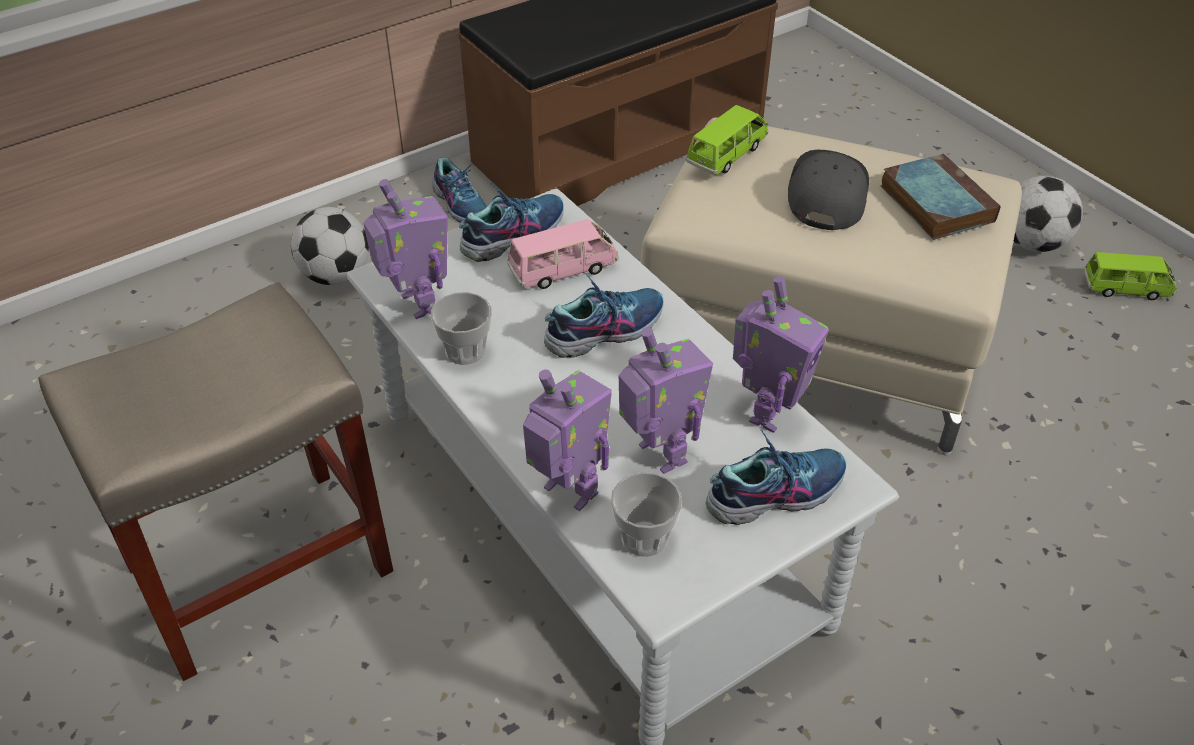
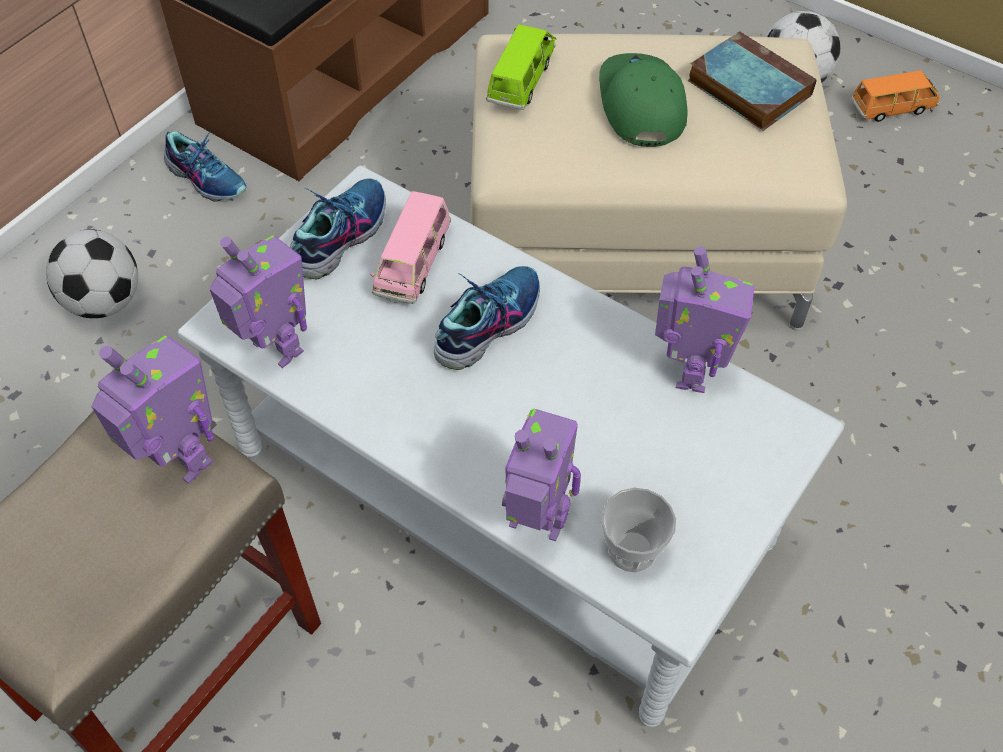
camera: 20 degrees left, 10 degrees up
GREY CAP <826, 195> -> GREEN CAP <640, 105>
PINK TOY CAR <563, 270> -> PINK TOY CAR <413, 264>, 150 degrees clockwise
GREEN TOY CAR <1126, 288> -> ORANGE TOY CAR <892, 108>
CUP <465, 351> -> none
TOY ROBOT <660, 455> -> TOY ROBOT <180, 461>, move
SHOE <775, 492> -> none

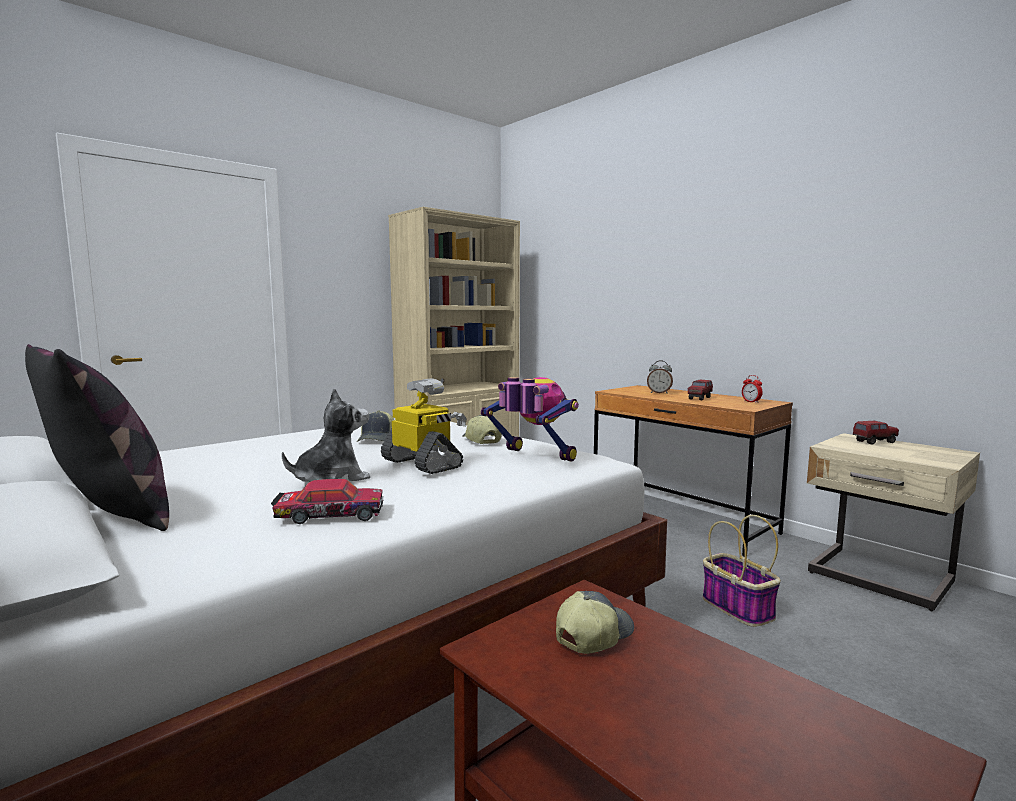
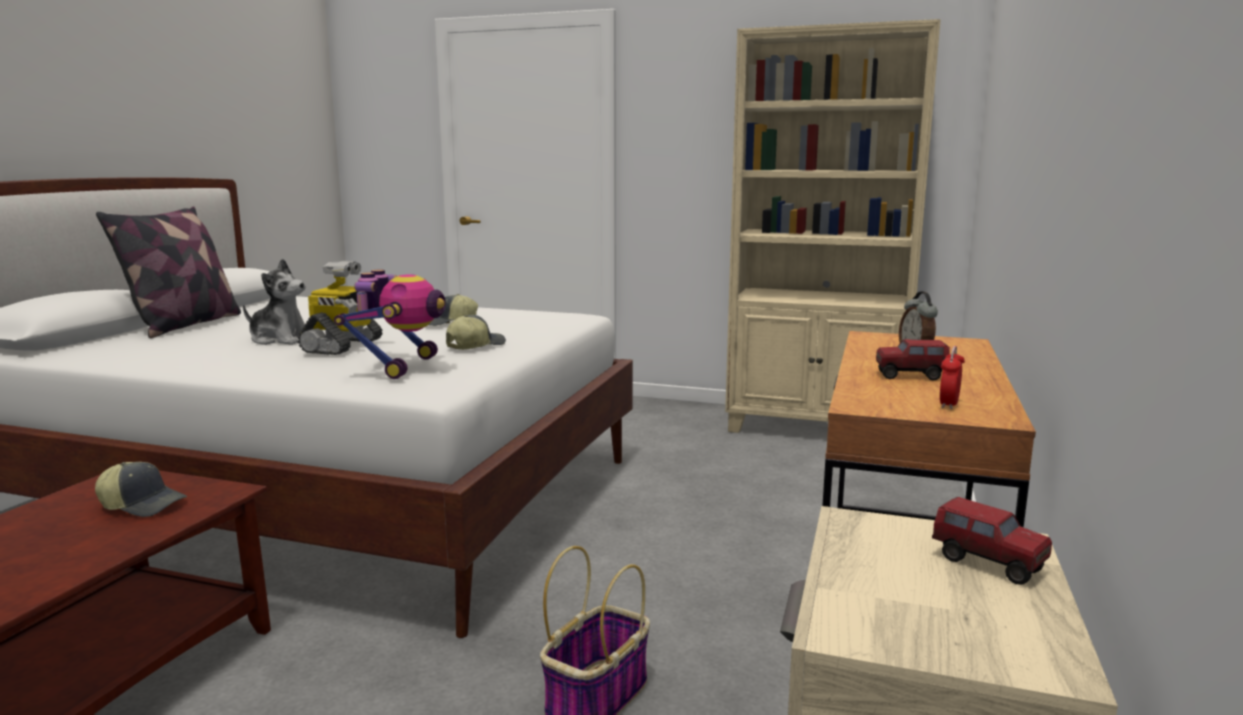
camera: 60 degrees right, 5 degrees up
TOY CAR <330, 515> -> none

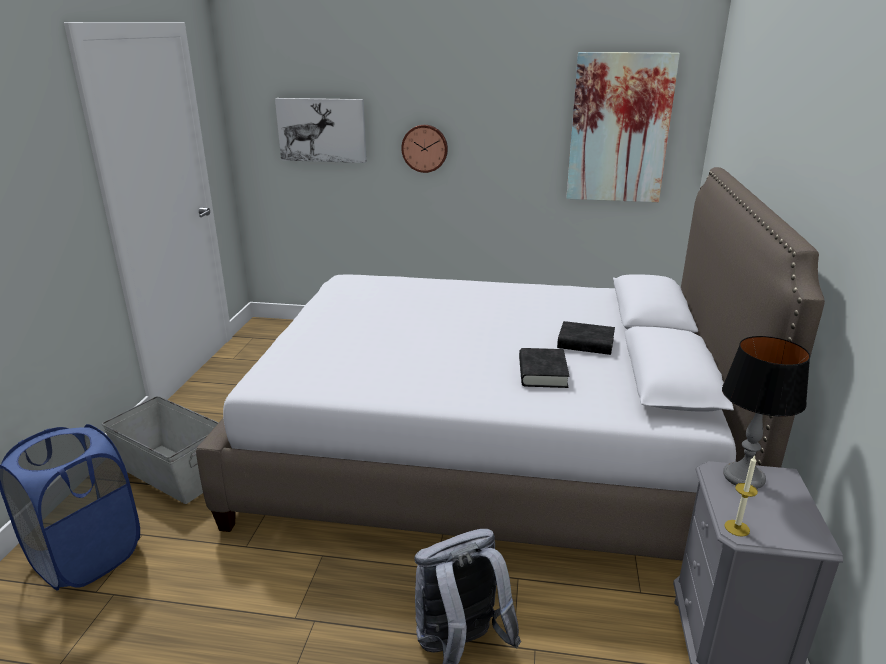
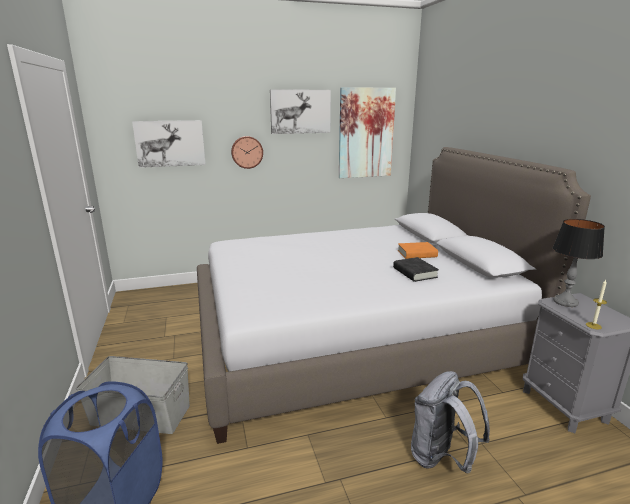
camera: 25 degrees left, 5 degrees down
BLACK BOOK <585, 343> -> ORANGE BOOK <417, 254>
none -> PICTURE <300, 111>

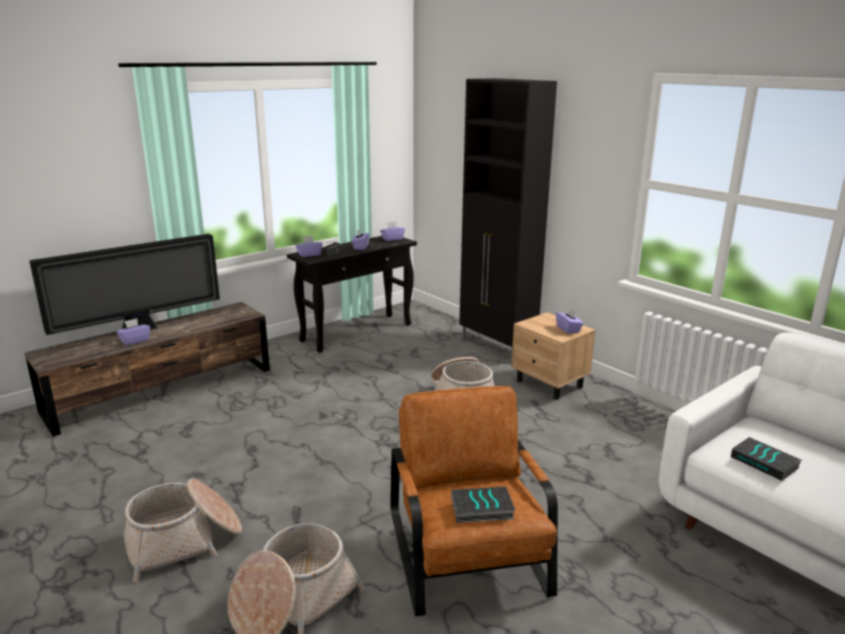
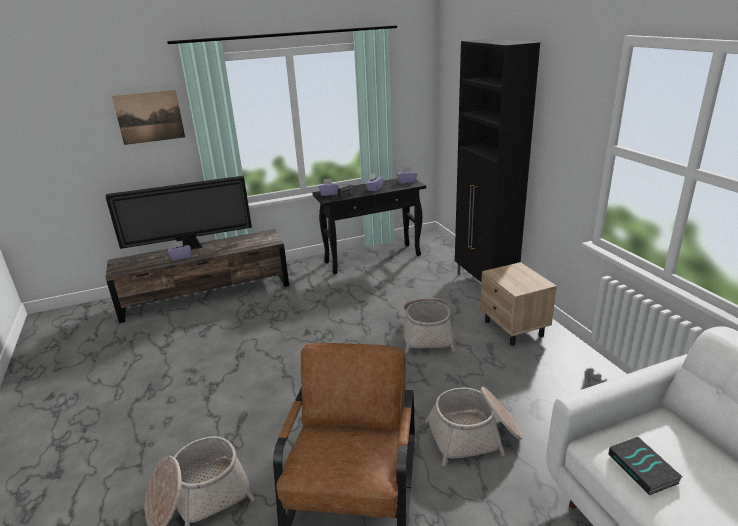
camera: 20 degrees right, 5 degrees up
PURPLE TISSUE BOX <568, 329> -> none
BASKET <184, 541> -> BASKET <474, 436>, move
BOOK <481, 509> -> none
none -> PICTURE <149, 117>

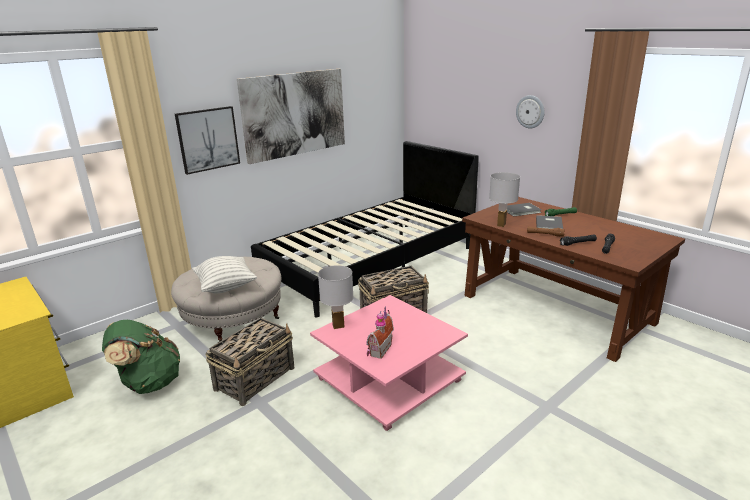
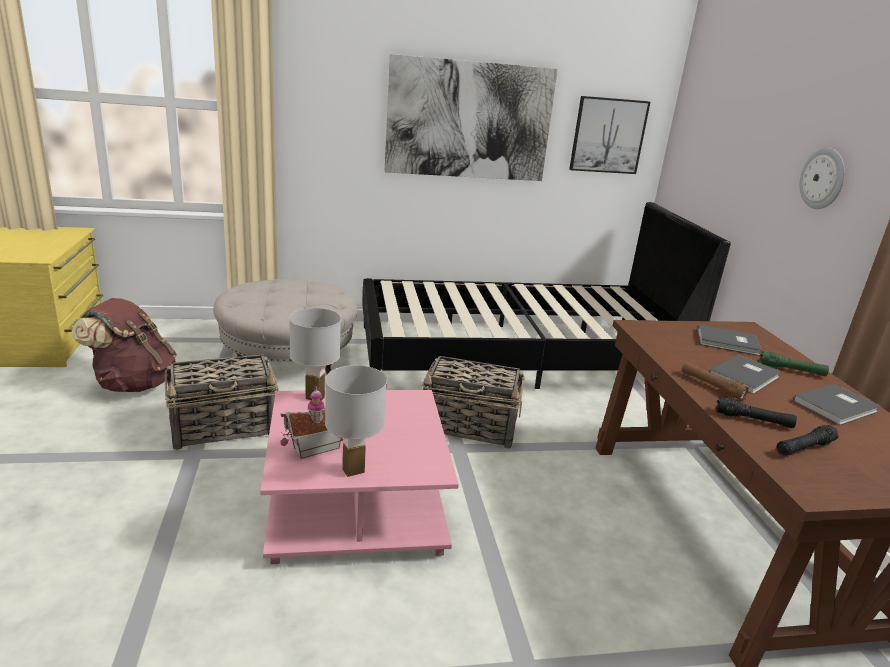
camera: 30 degrees right, 0 degrees up
PICTURE <208, 139> -> PICTURE <608, 135>, move
WHITE TABLE LAMP <501, 225> -> WHITE TABLE LAMP <353, 470>, move
PILLOW <226, 287> -> none
GREEN BACKPACK <149, 383> -> BROWN BACKPACK <133, 384>
none -> GREY BOOK <837, 407>

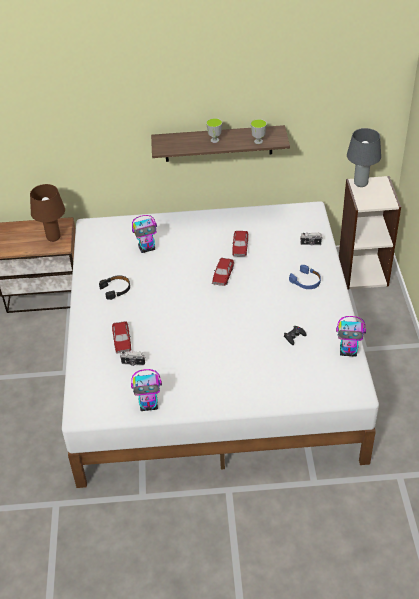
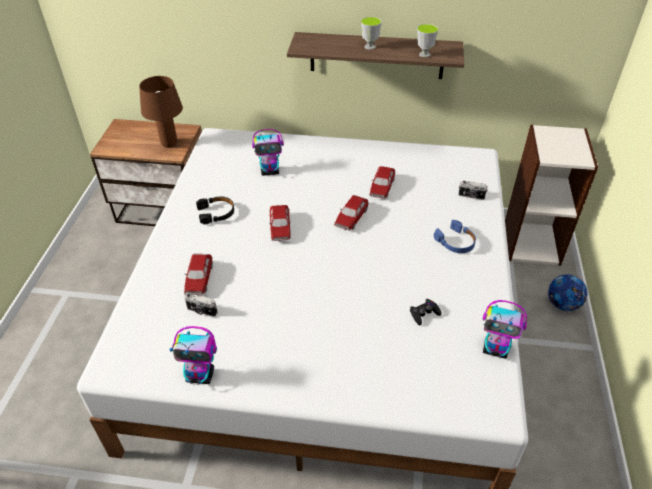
camera: 10 degrees right, 0 degrees up
GREY TABLE LAMP <360, 184> -> none
none -> TOY CAR <280, 228>
none -> FOOTBALL <562, 304>

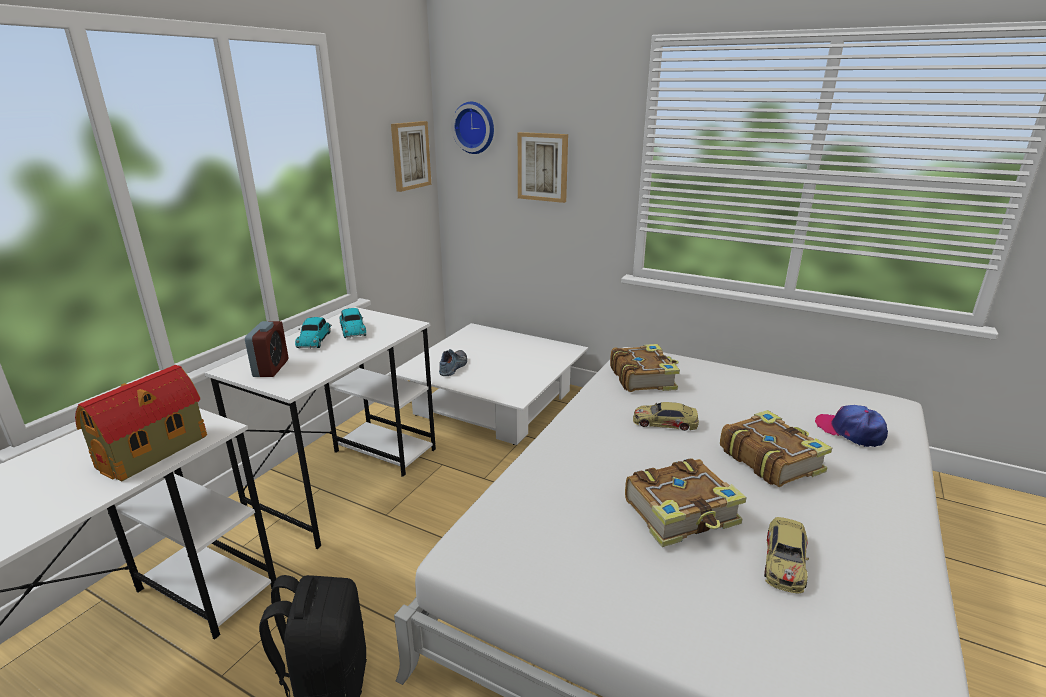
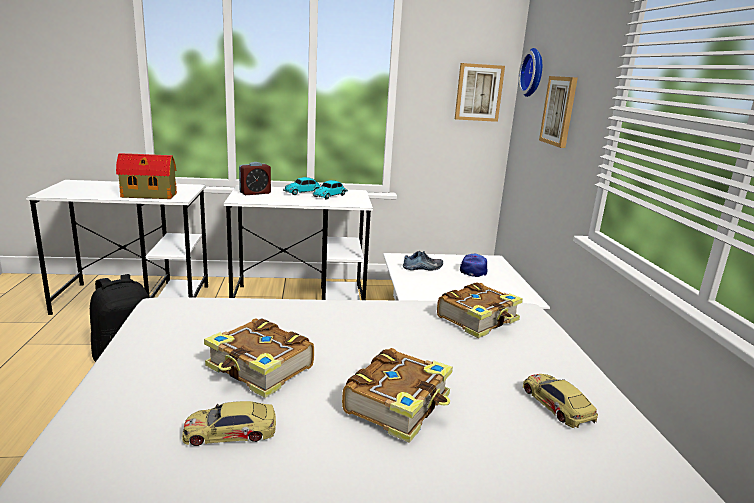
camera: 55 degrees right, 5 degrees down
TOY CAR <664, 422> -> TOY CAR <556, 404>, move
CAP <850, 431> -> CAP <473, 270>, move

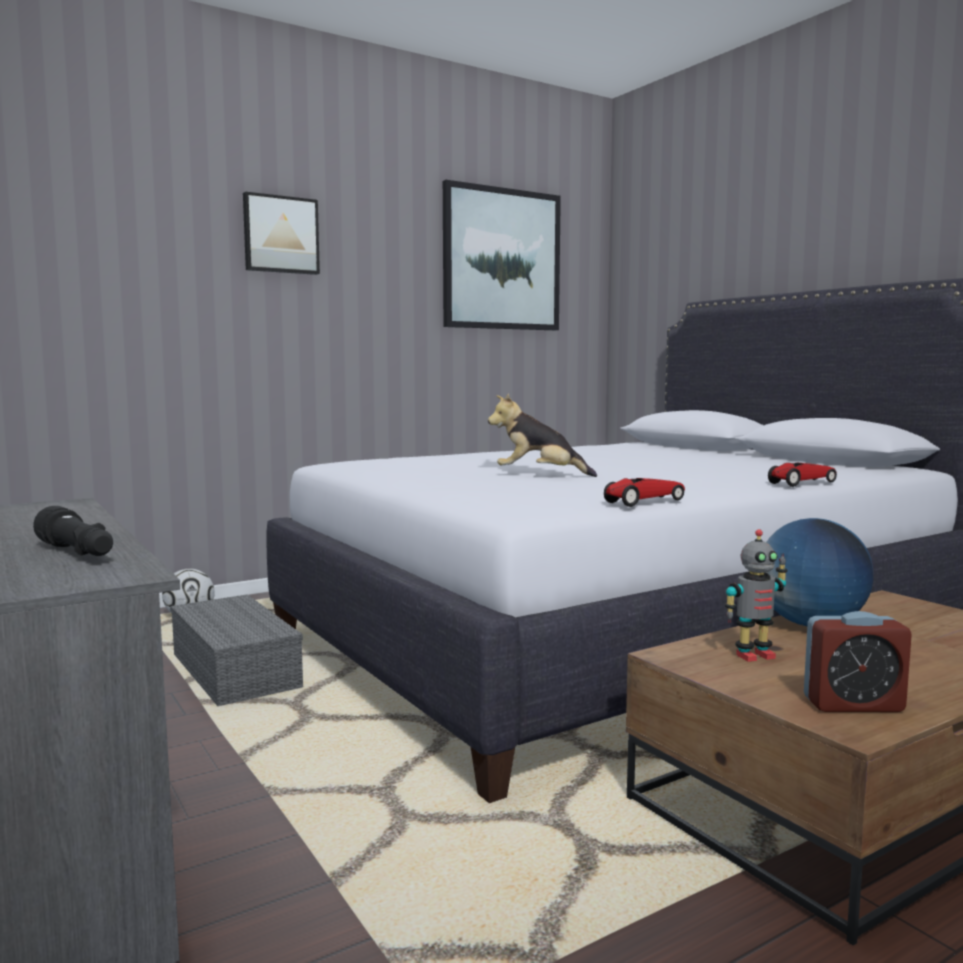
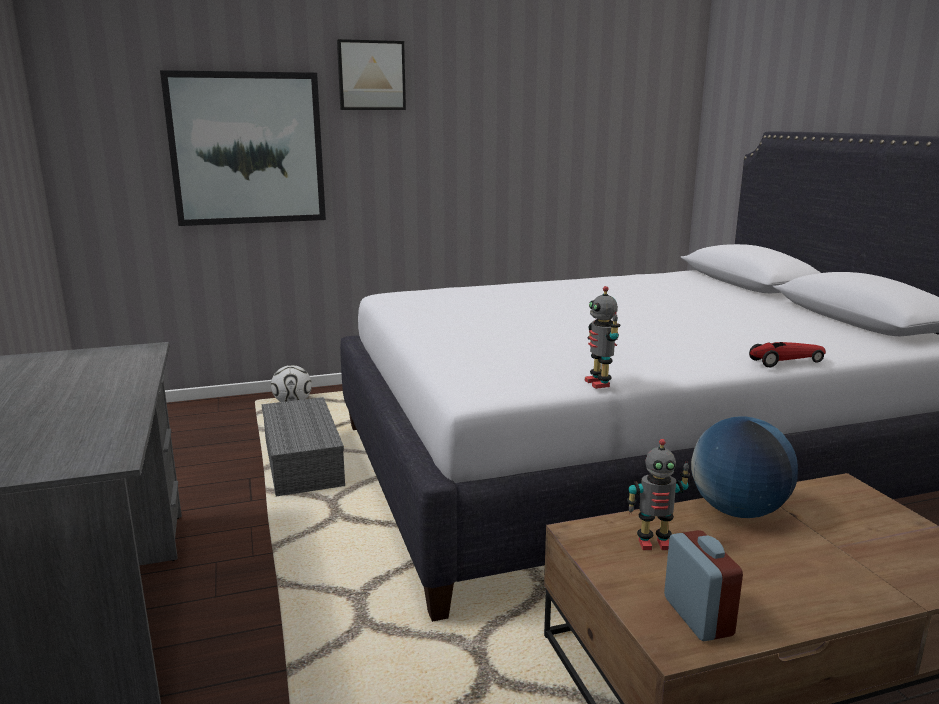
camera: 15 degrees right, 10 degrees up
PICTURE <501, 259> -> PICTURE <247, 149>, move
PLUSH TOY <539, 475> -> none
TOY CAR <644, 502> -> TOY ROBOT <599, 383>
BLACK FLASHLIGHT <78, 553> -> none
ALARM CLOCK <853, 704> -> ALARM CLOCK <697, 616>, 120 degrees counterclockwise

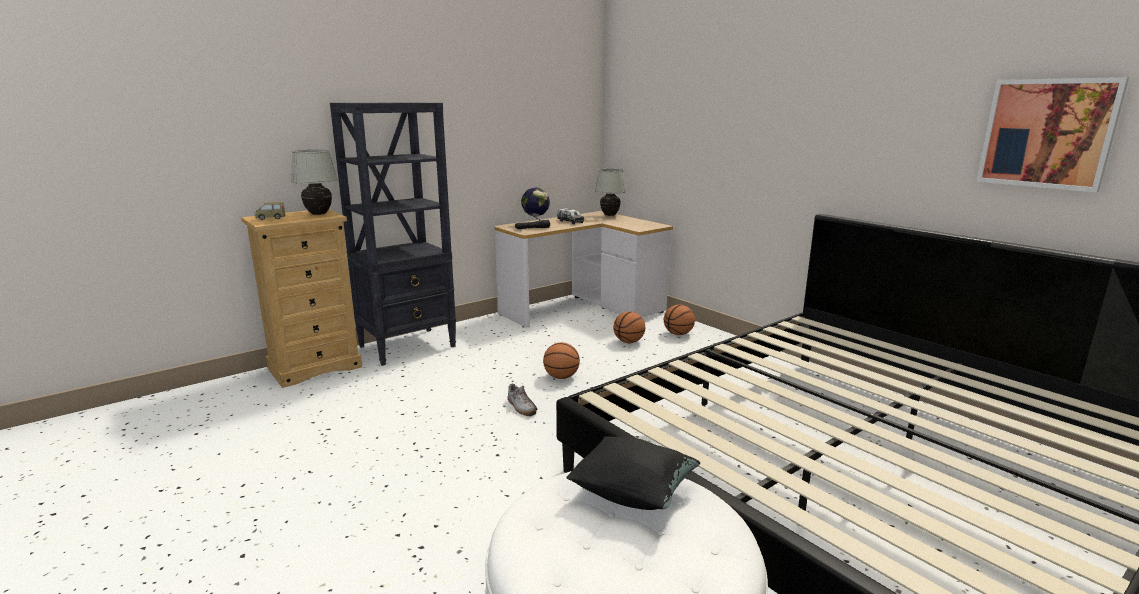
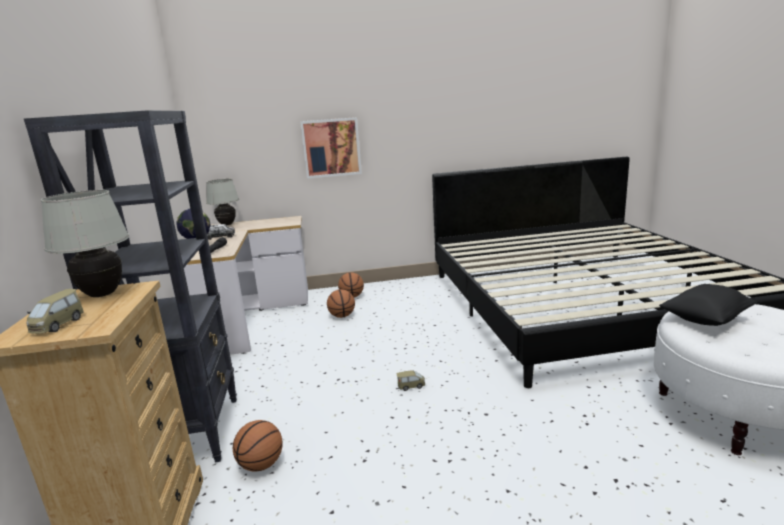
camera: 60 degrees left, 0 degrees up
PICTURE <1047, 133> -> PICTURE <331, 148>, move
BASKETBALL <561, 377> -> BASKETBALL <261, 465>, move
SHOE <521, 407> -> TOY CAR <411, 386>

